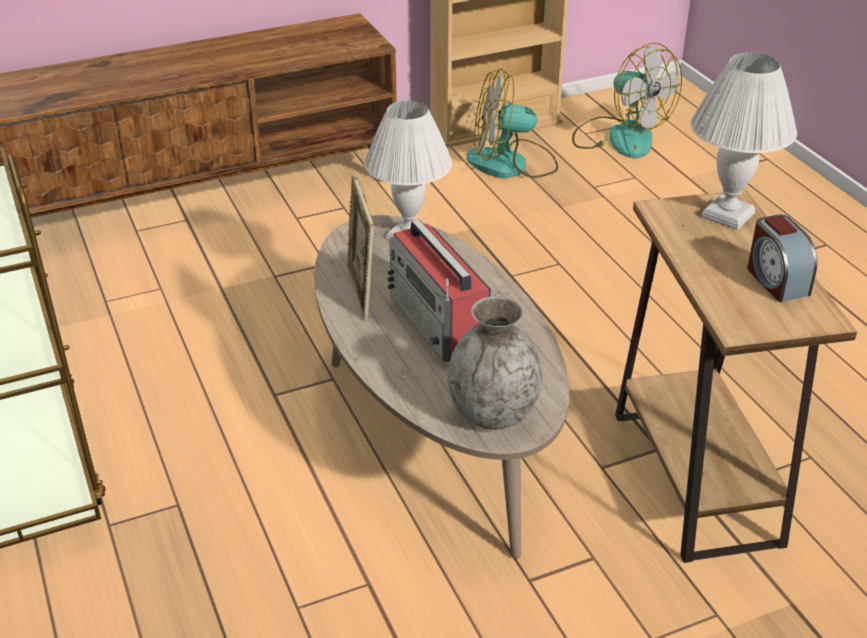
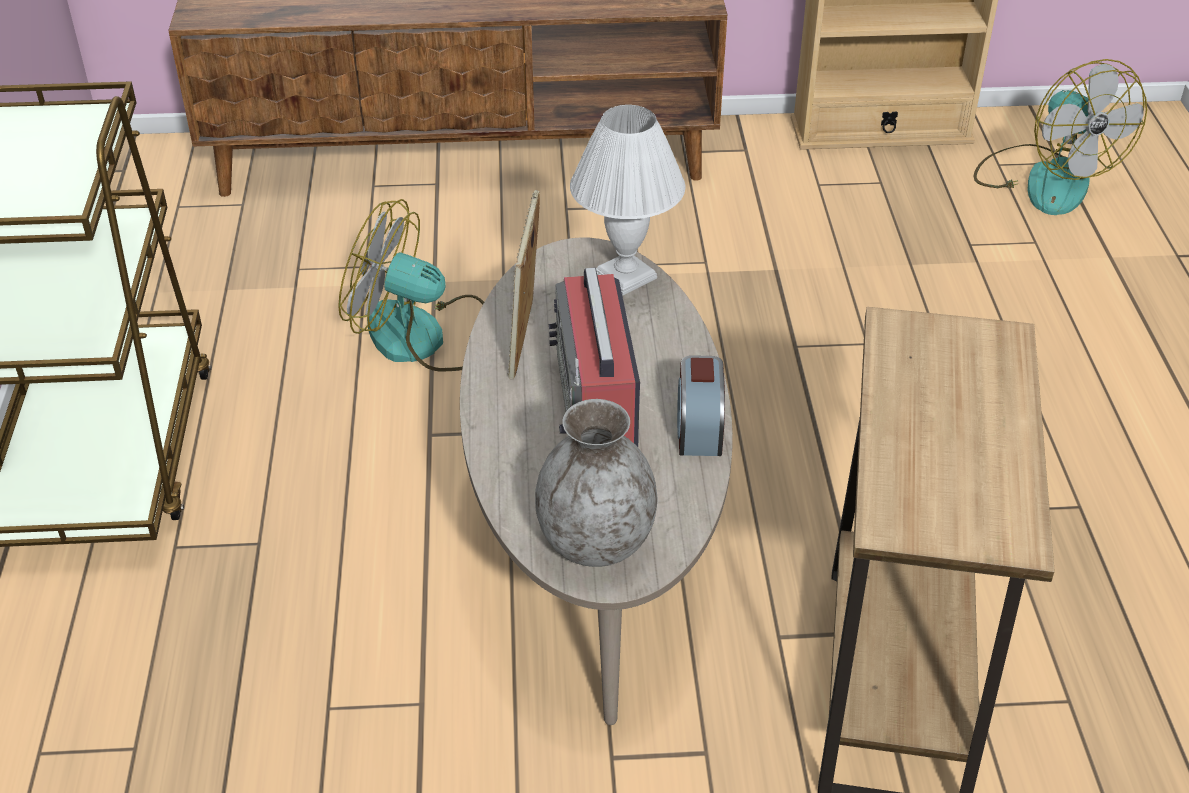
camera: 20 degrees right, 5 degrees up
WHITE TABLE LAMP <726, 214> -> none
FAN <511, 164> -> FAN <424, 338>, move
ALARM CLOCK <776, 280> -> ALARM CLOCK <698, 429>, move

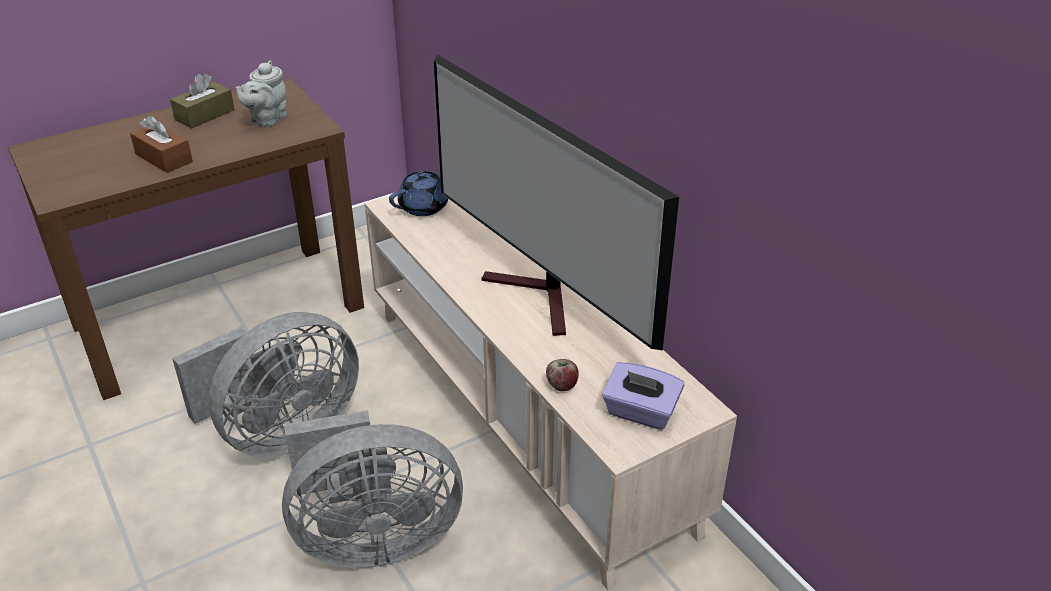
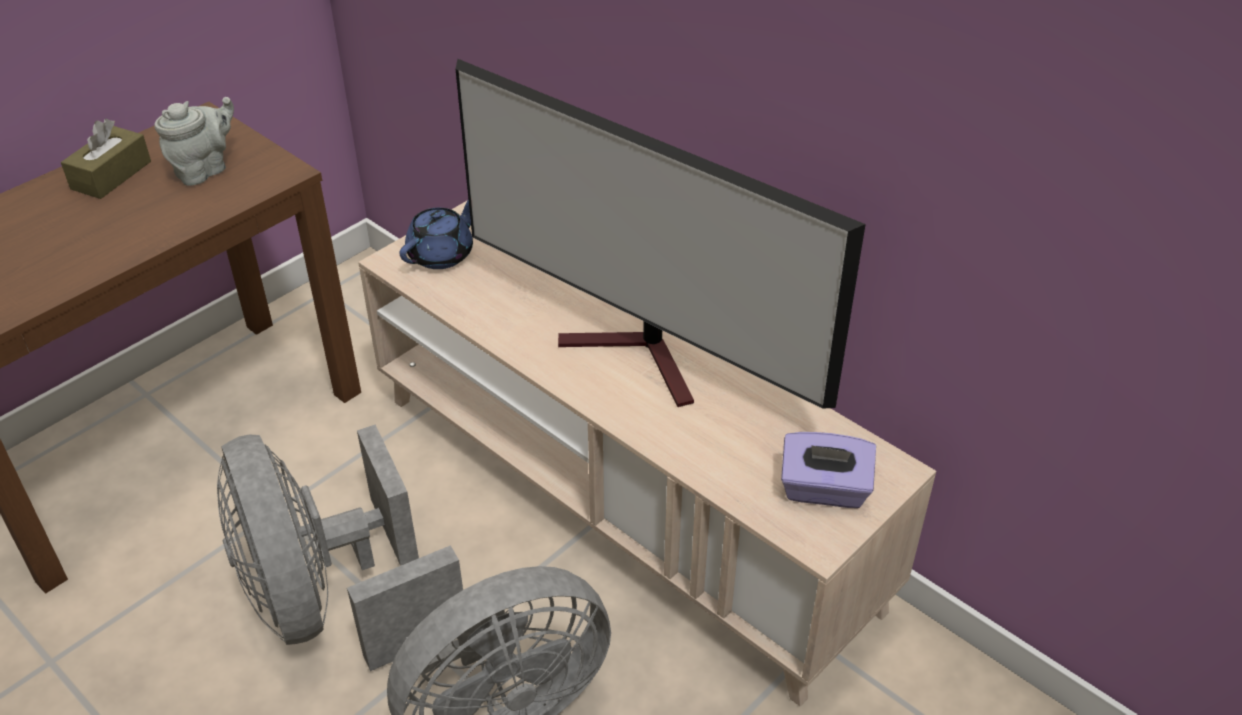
camera: 15 degrees left, 5 degrees up
GREY TEAPOT <267, 119> -> GREY TEAPOT <205, 170>, 150 degrees counterclockwise
BROWN TISSUE BOX <164, 158> -> none
GREY FAN <282, 433> -> GREY FAN <315, 588>, 120 degrees clockwise
APPLE <562, 385> -> none

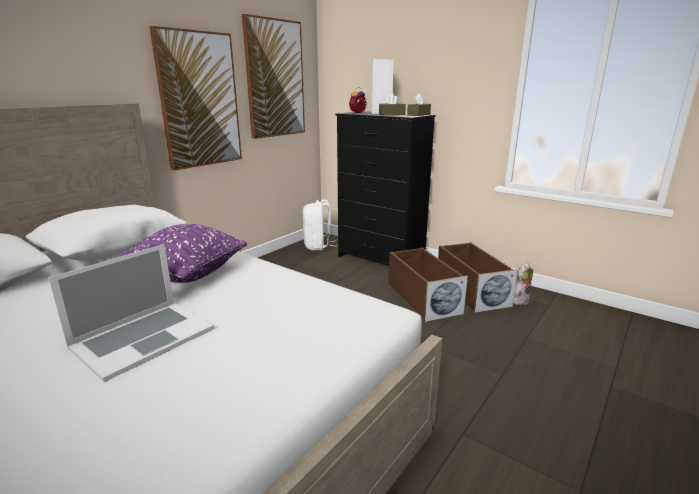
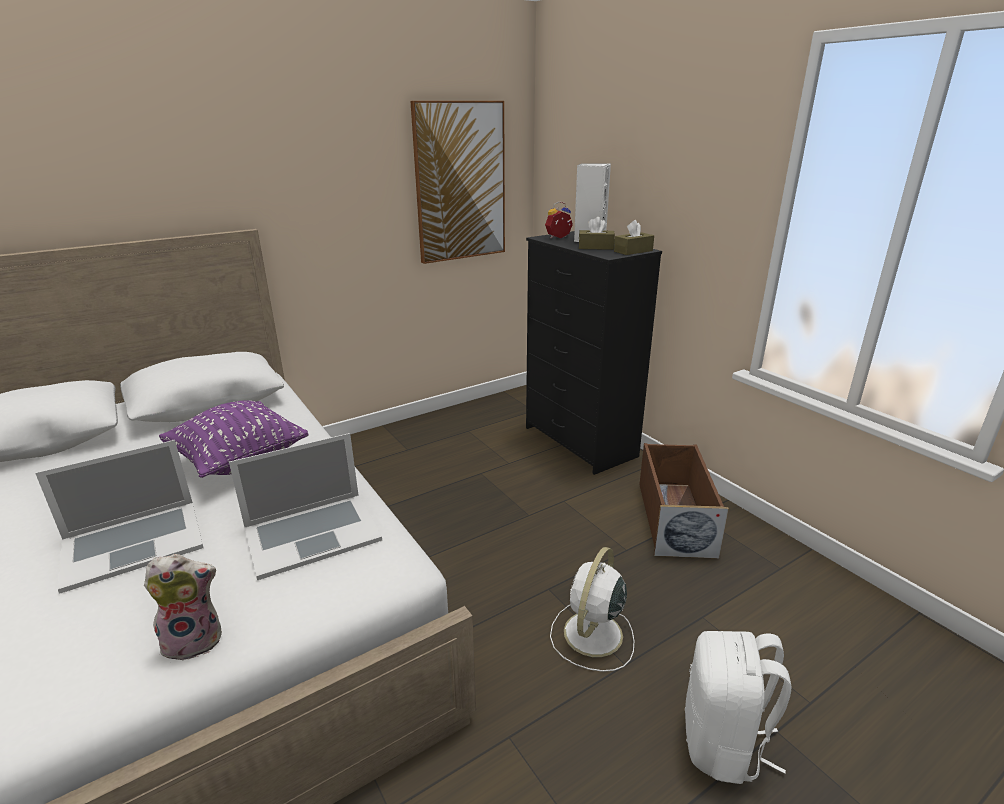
camera: 20 degrees right, 5 degrees up
PICTURE <199, 100> -> none
WHITE BACKPACK <317, 246> -> WHITE BACKPACK <723, 743>, move
BROWN STORAGE BOX <422, 298> -> none
PLUSH TOY <519, 300> -> PLUSH TOY <195, 639>, move
none -> LAPTOP <312, 533>
none -> WHITE FAN <592, 635>

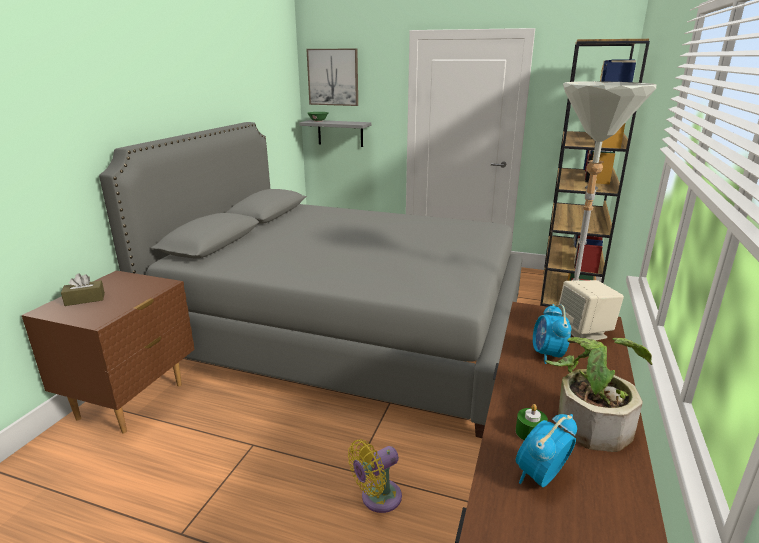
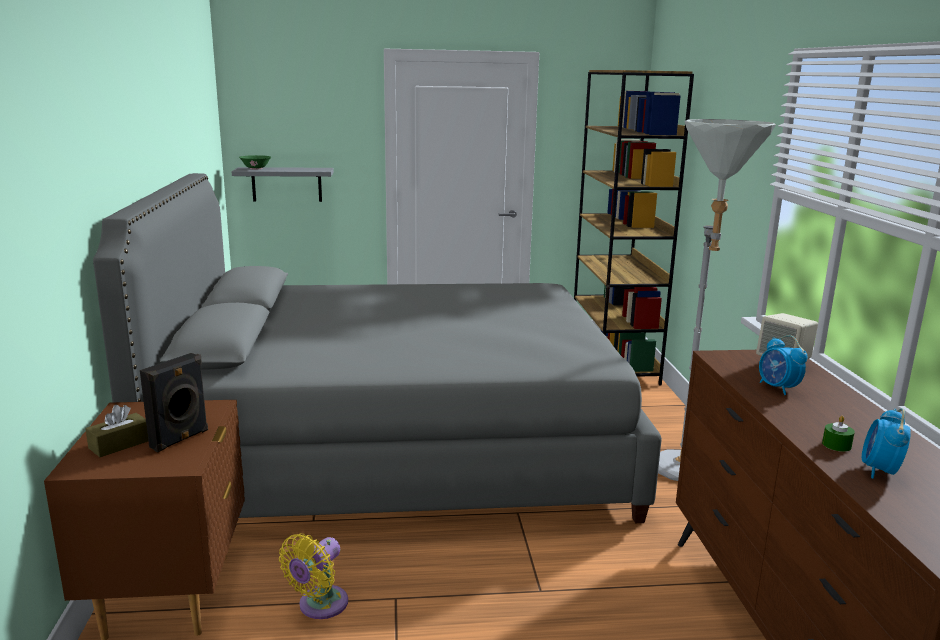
camera: 25 degrees left, 5 degrees down
PICTURE <333, 77> -> none
POTTED PLANT <590, 419> -> none
YELLOW FAN <377, 498> -> YELLOW FAN <319, 606>, move
none -> BLACK SPEAKER <180, 439>

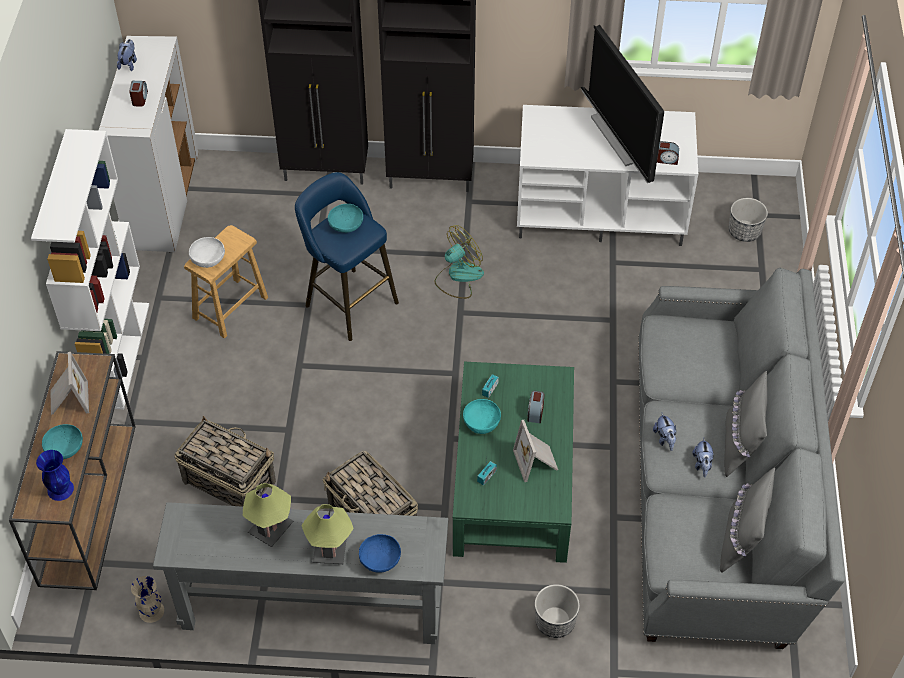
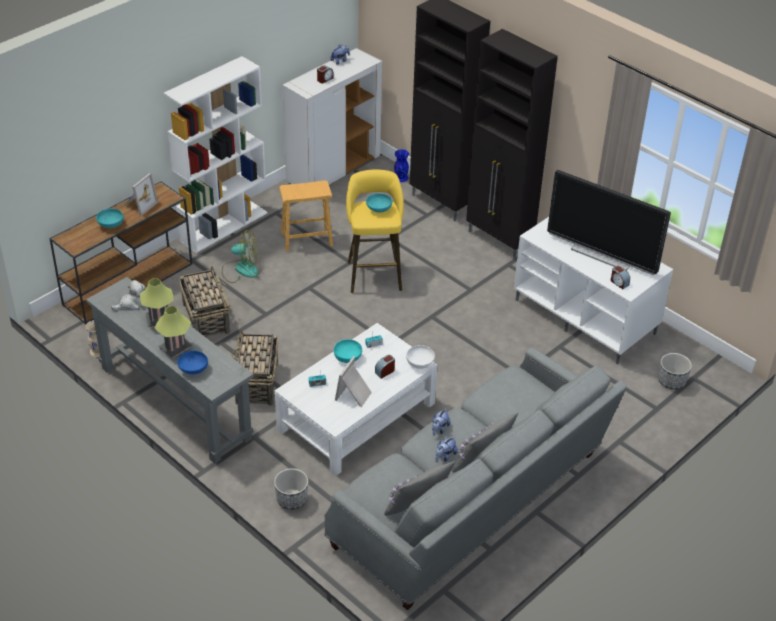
camera: 40 degrees right, 10 degrees down
TELEVISION <618, 138> -> TELEVISION <602, 255>, 75 degrees counterclockwise
BLUE STOOL <348, 301> -> YELLOW STOOL <374, 273>
FAN <458, 276> -> FAN <240, 269>, move
WHITE BOWL <208, 259> -> WHITE BOWL <420, 363>, move
GREEN COFFEE TABLE <513, 481> -> WHITE COFFEE TABLE <356, 417>
BLUE VASE <60, 489> -> BLUE VASE <401, 177>, move
none -> PLUSH TOY <131, 303>

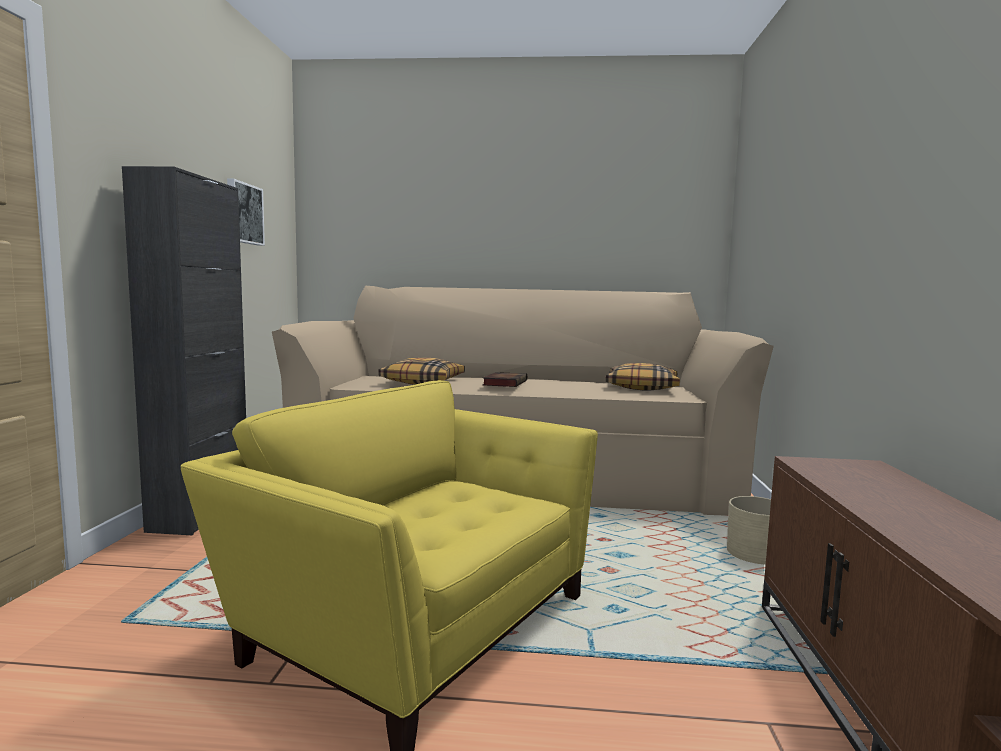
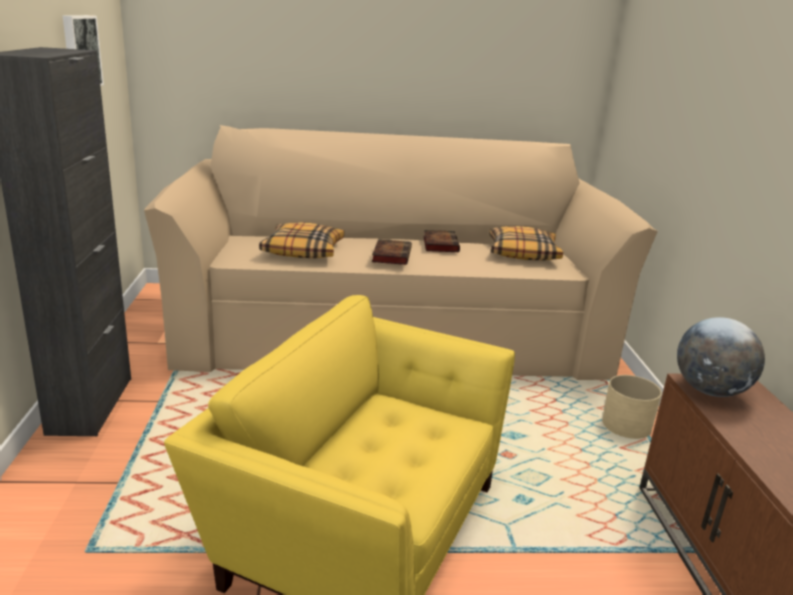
camera: 10 degrees left, 15 degrees up
none -> BOOK <440, 244>
none -> GLOBE <710, 391>

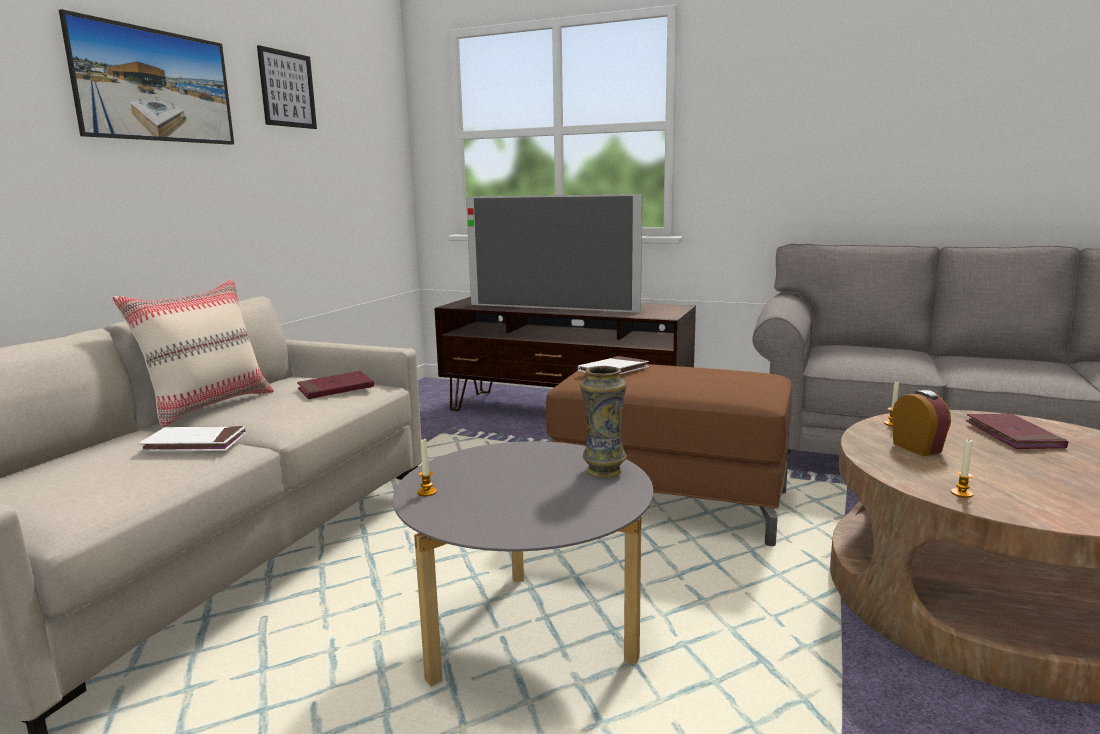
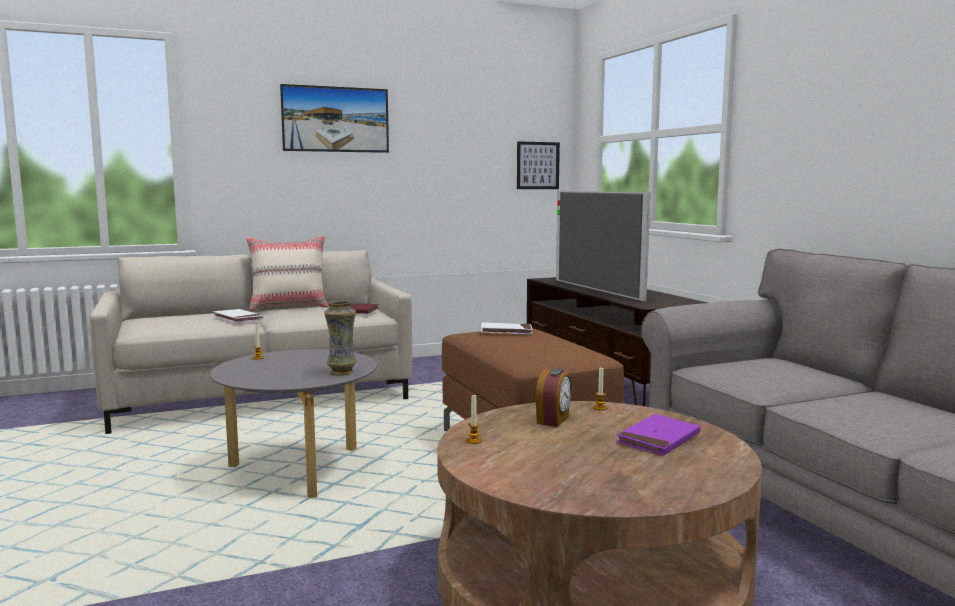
camera: 45 degrees right, 5 degrees down
PICTURE <287, 89> -> PICTURE <537, 165>, move
RED BOOK <1013, 435> -> PURPLE BOOK <658, 439>

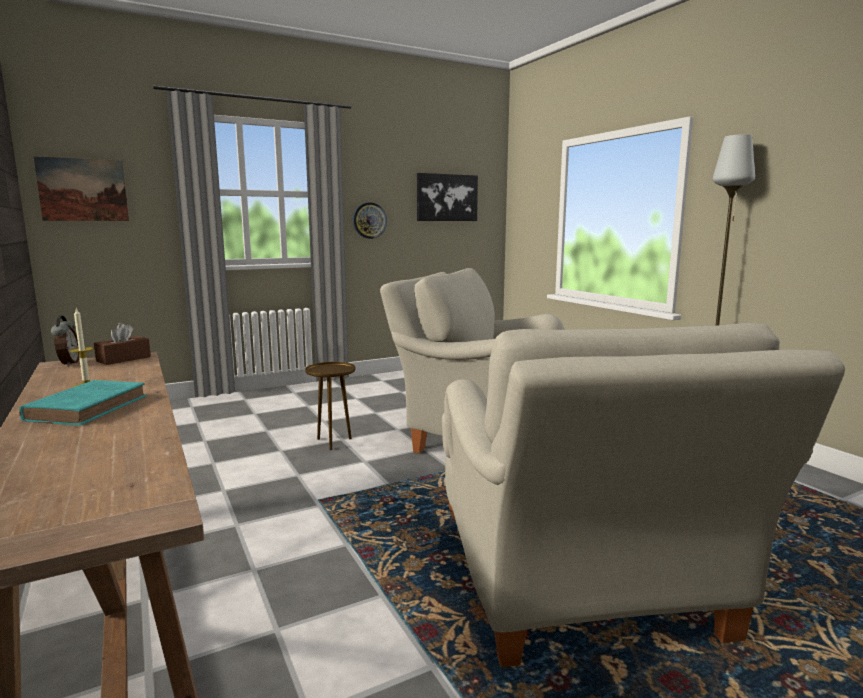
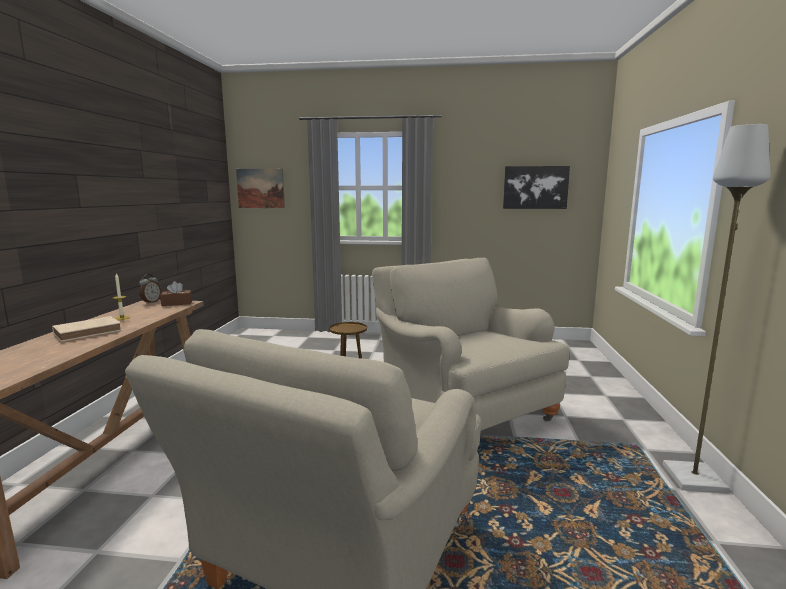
camera: 35 degrees right, 0 degrees up
WALL CLOCK <369, 220> -> none
TURQUOISE BOOK <90, 407> -> BEIGE BOOK <89, 332>

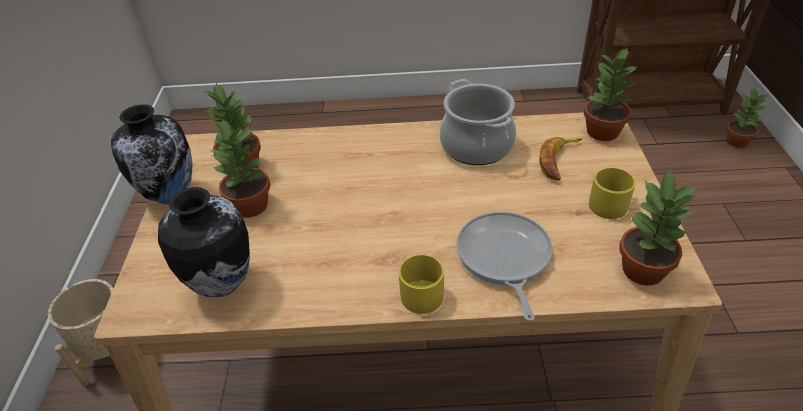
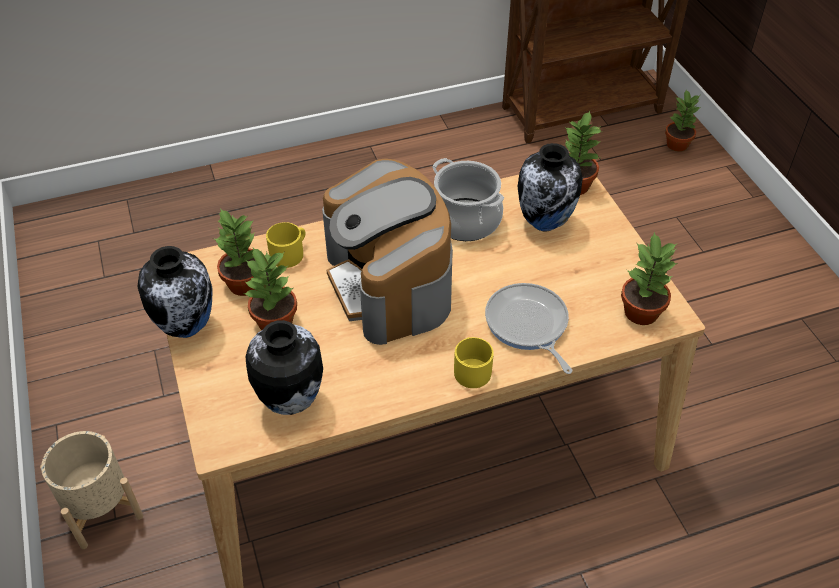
camera: 20 degrees left, 5 degrees up
BANANA <559, 161> -> VASE <545, 223>
YELLOW MUG <612, 204> -> YELLOW MUG <290, 253>, move
none -> COFFEE MACHINE <390, 284>

